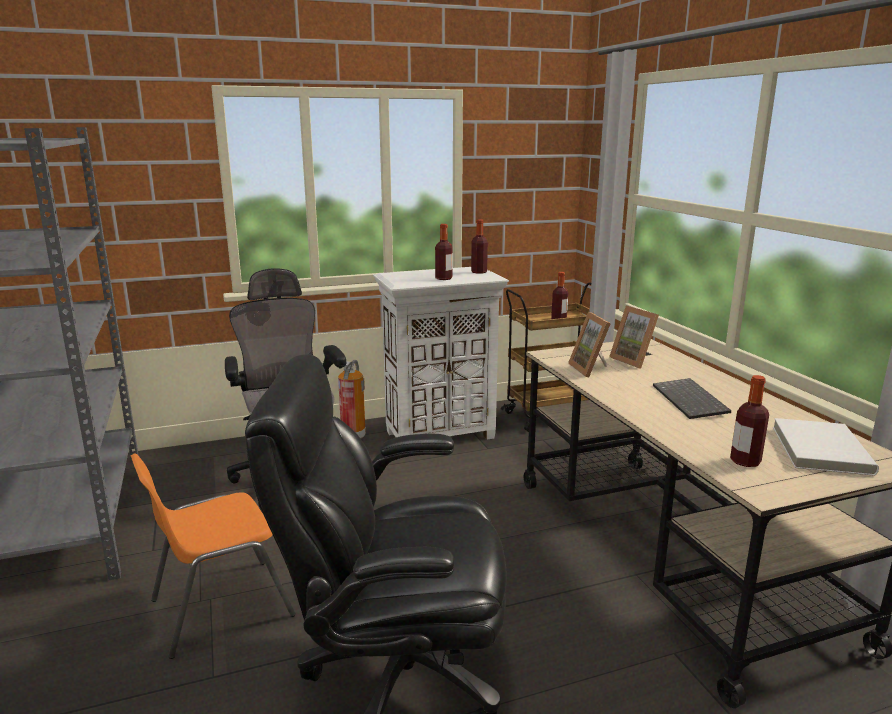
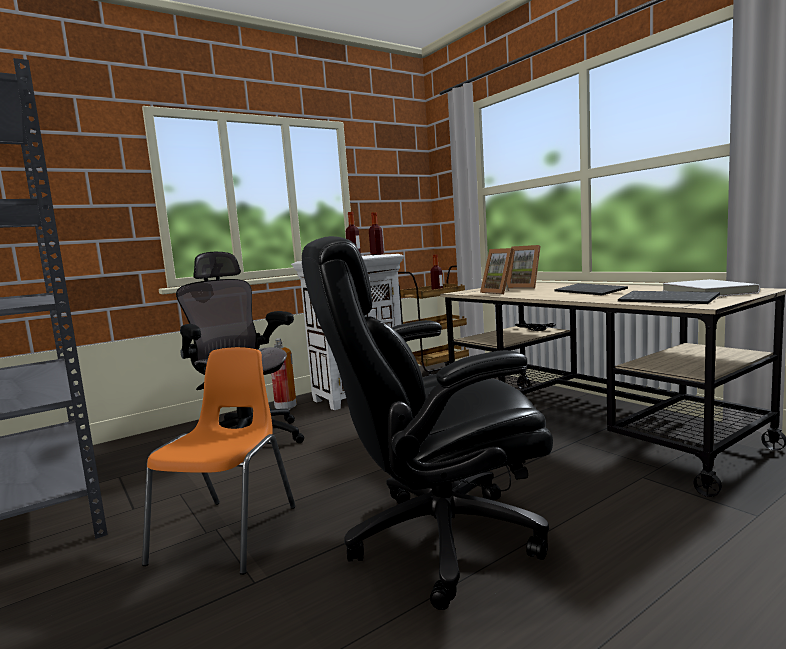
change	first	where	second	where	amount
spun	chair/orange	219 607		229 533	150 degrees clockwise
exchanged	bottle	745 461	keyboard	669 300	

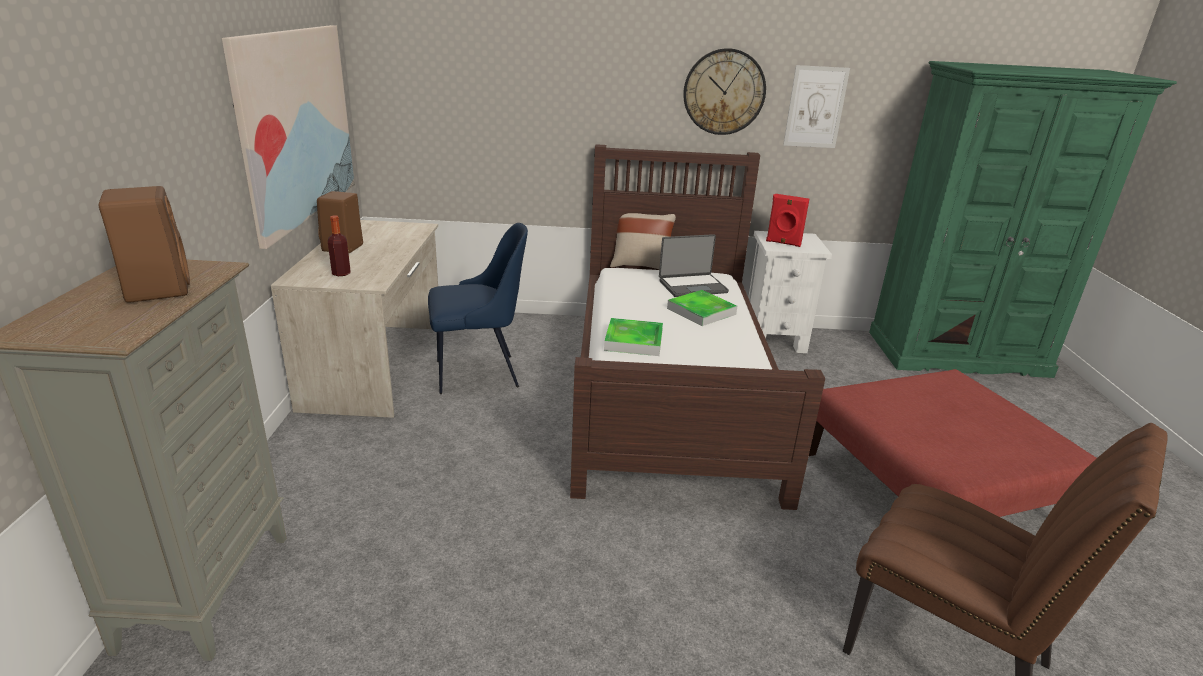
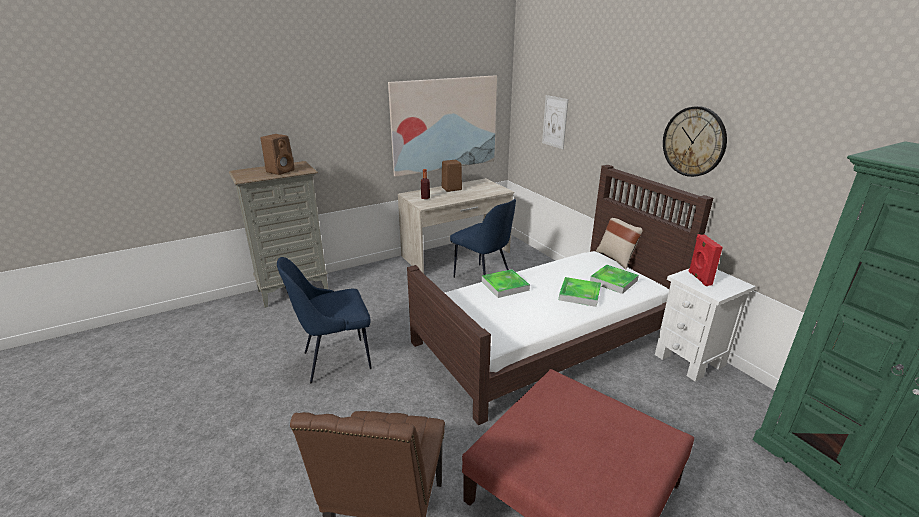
change	first	where	second	where	amount
exchanged	laptop	692 286	tray	613 281	
relocated	picture	815 107		555 122	
appeared			chair/blue	336 361	

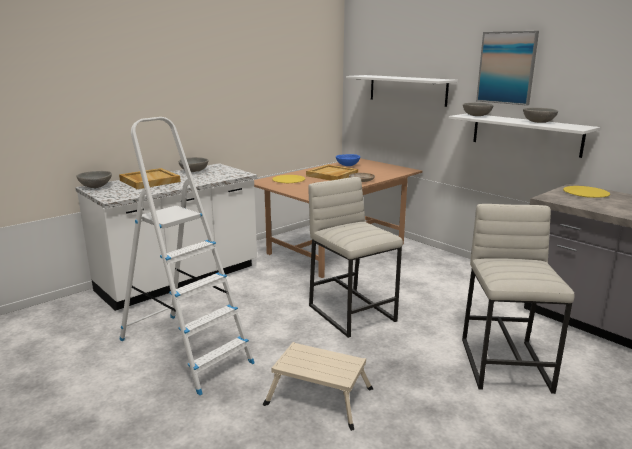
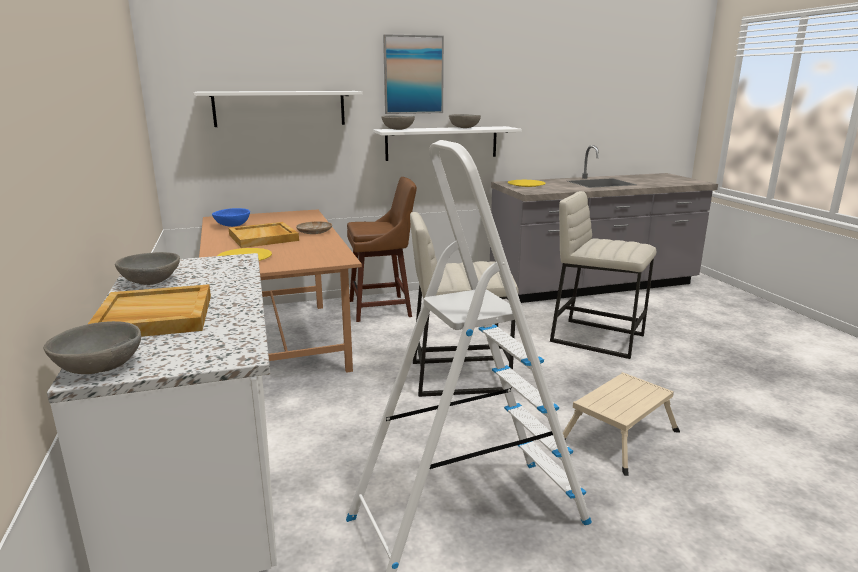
change	first	where	second	where	amount
appeared			chair/brown	384 308	

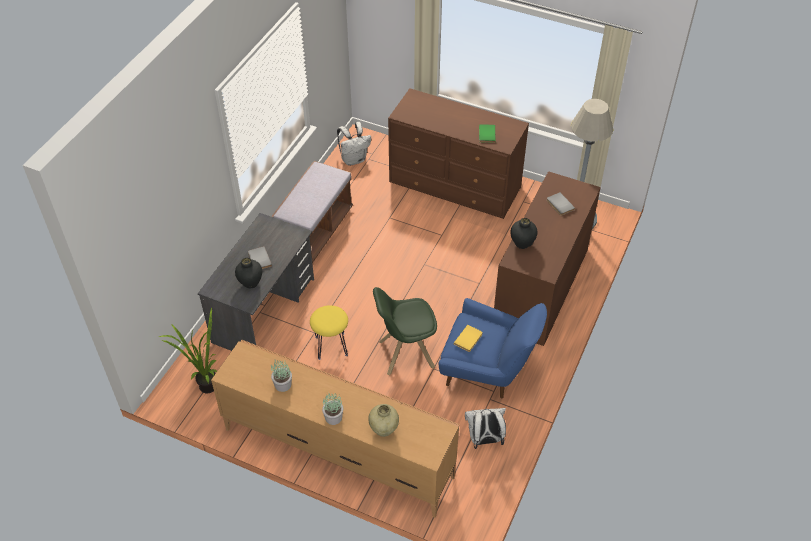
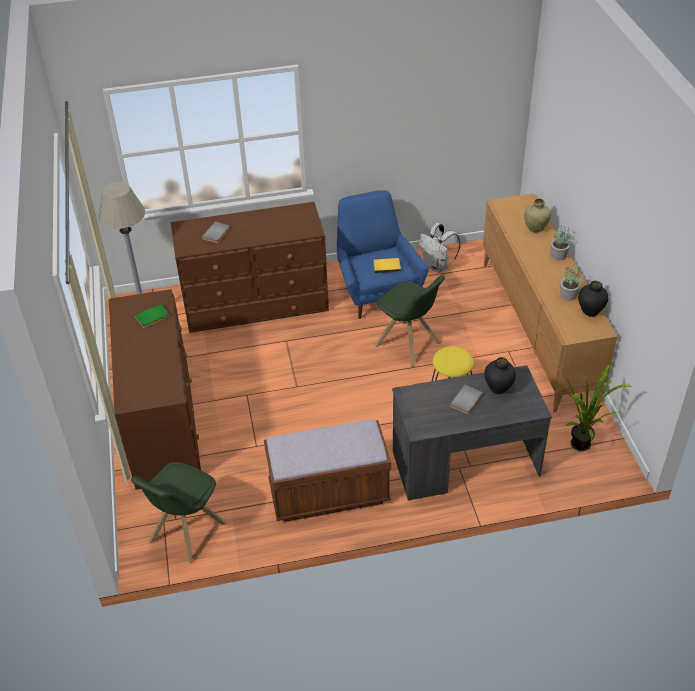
change	first	where	second	where	amount
exchanged	backpack/white	354 159	chair/green	186 532	
relocated	vase/black	522 244		590 311	

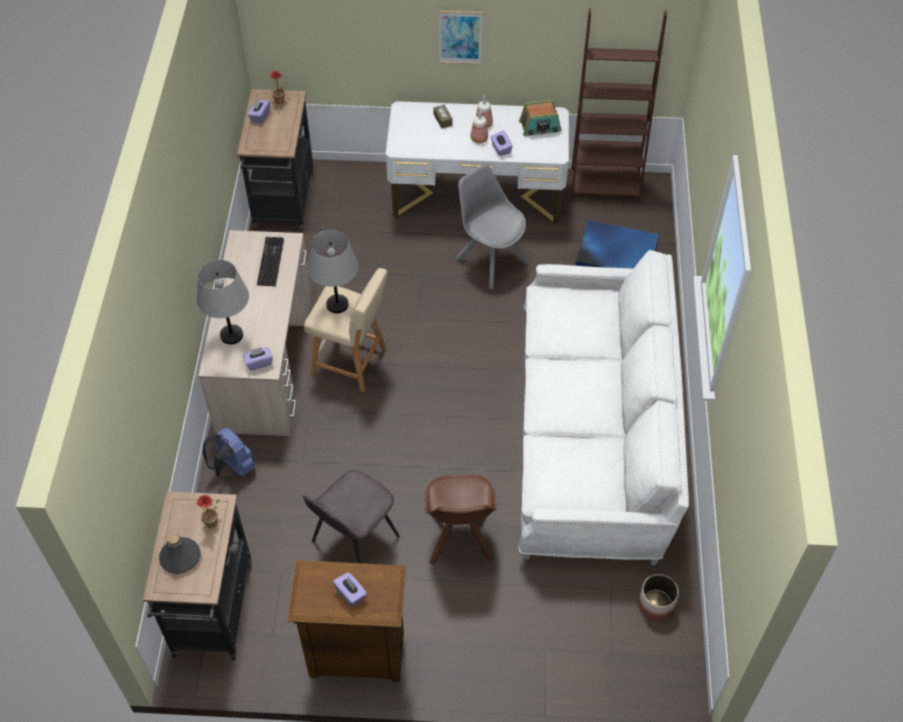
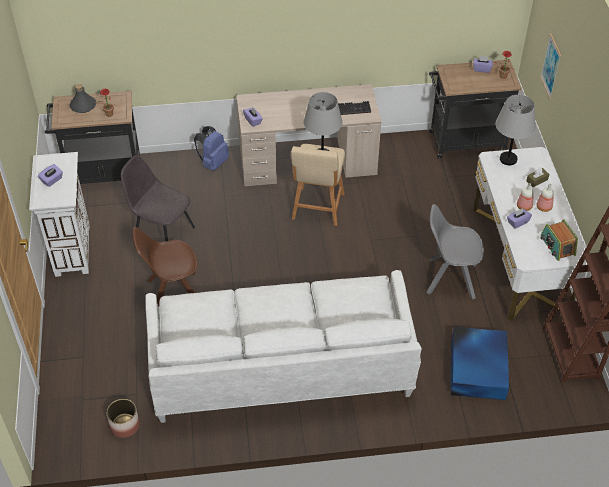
change	first	where	second	where	amount
relocated	table lamp/grey	232 335		508 159	
colour	cabinet/brown	355 658	cabinet/white	72 251	
relocated	picture	460 37		551 66	
spun	chair/grey	490 259		449 278	120 degrees counterclockwise

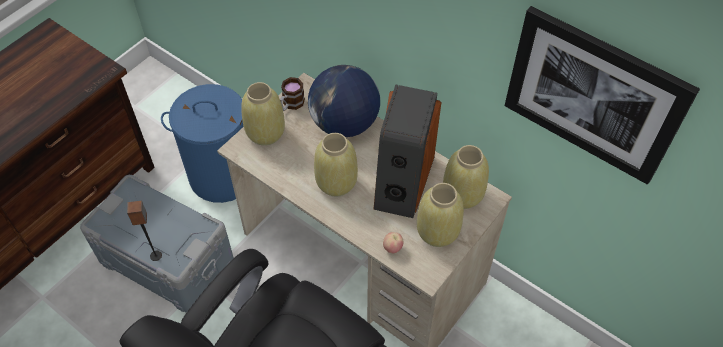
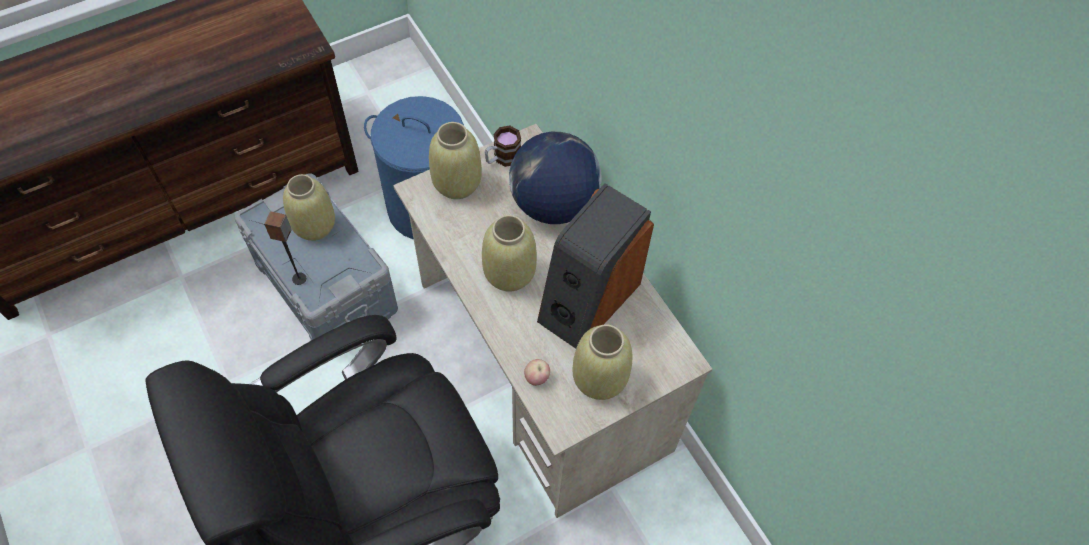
change	first	where	second	where	amount
relocated	vase/beige	463 195		315 226	
missing	picture	593 95			

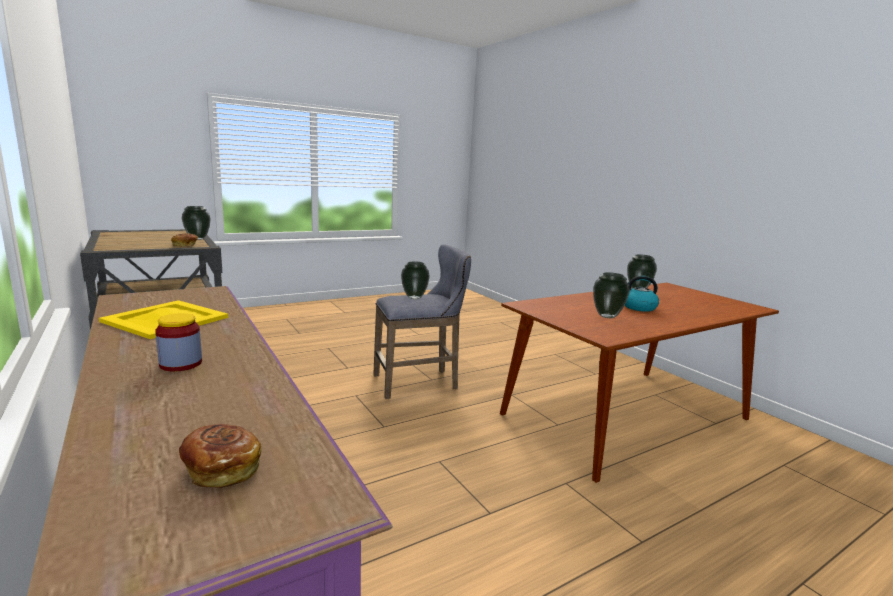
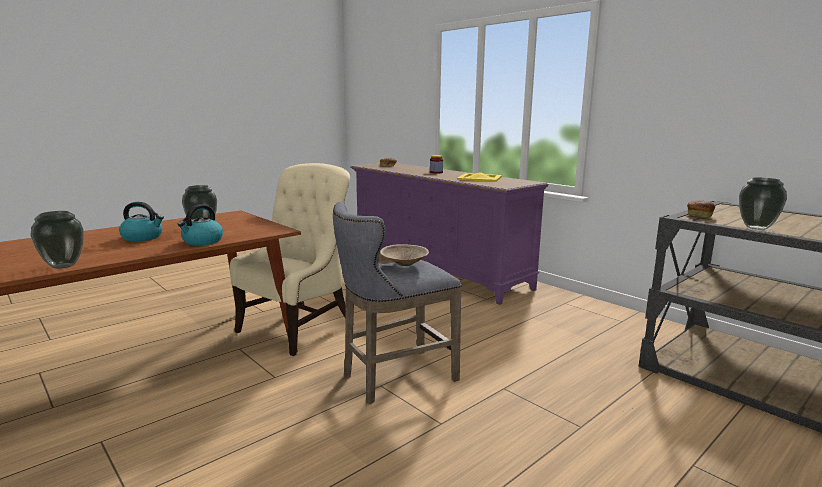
change	first	where	second	where	amount
exchanged	vase	414 297	bowl/beige	404 265	
appeared			kettle	202 241	
appeared			chair/beige	298 327	

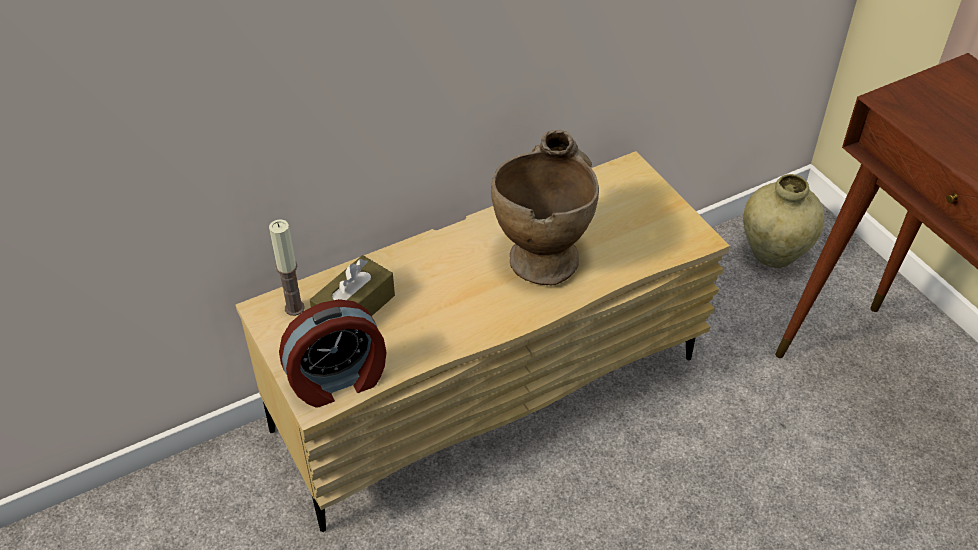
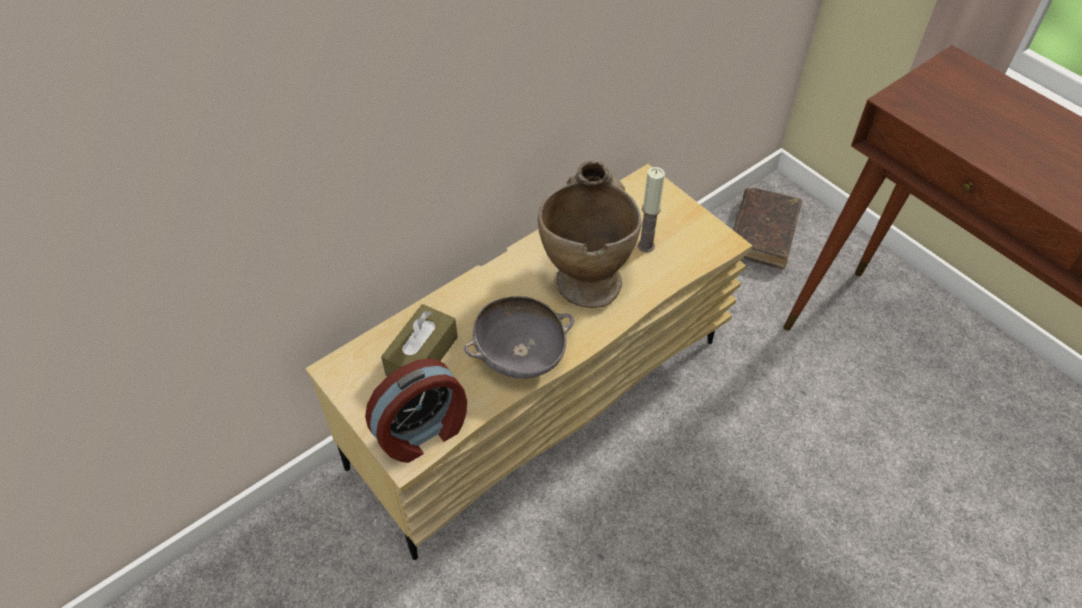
change	first	where	second	where	amount
relocated	candle	294 308		646 245	
exchanged	vase/beige	773 254	book/brown	762 234	
appeared			bowl/grey	520 355	

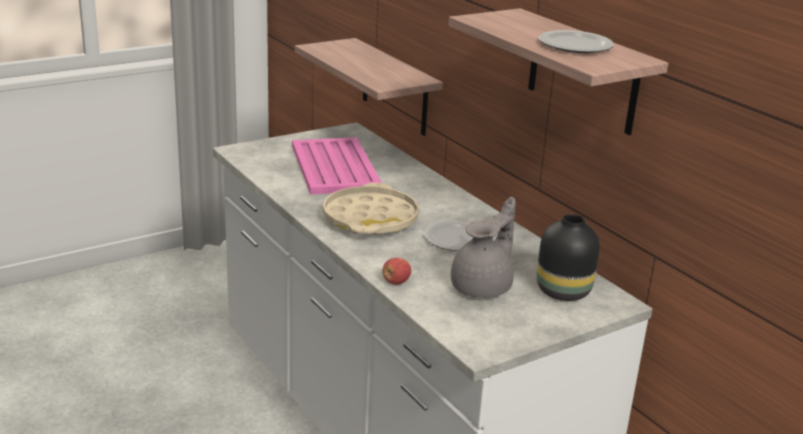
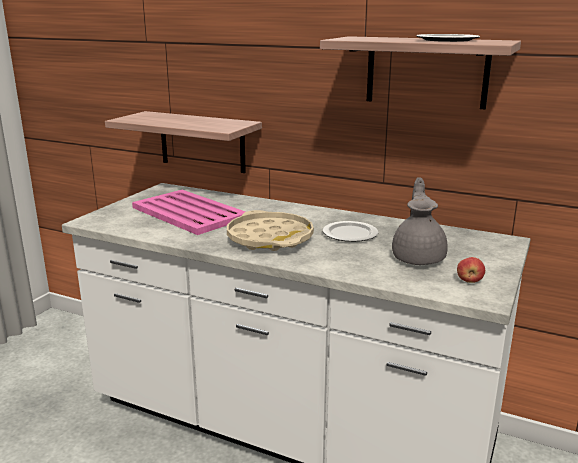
change	first	where	second	where	amount
relocated	apple	396 282		469 281	
missing	vase/black	564 291			

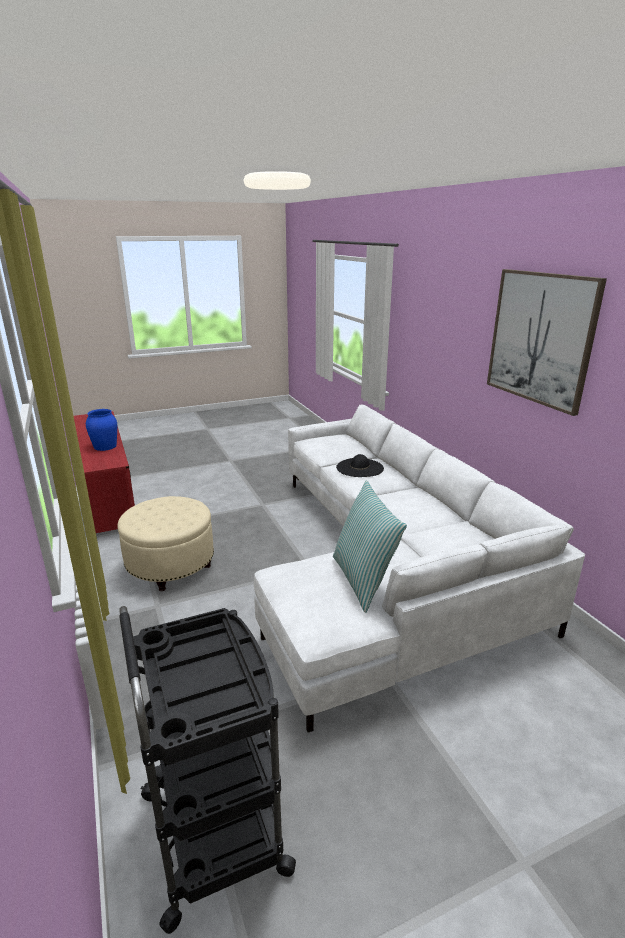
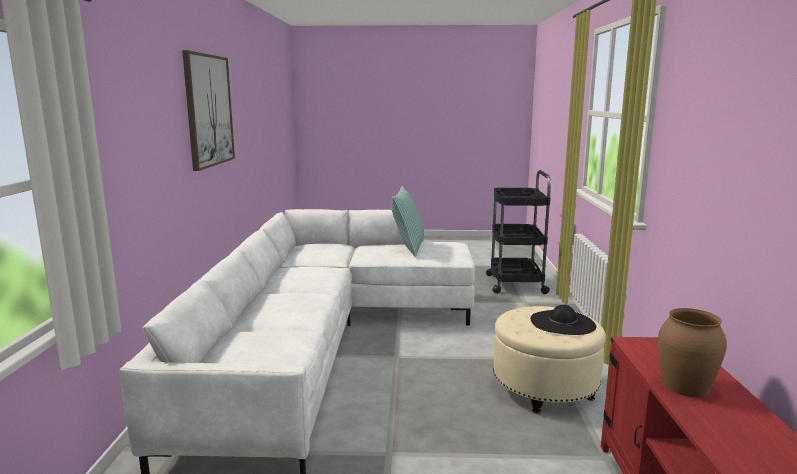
change	first	where	second	where	amount
colour	vase/blue	105 446	vase/brown	685 385	
relocated	hat/black	360 468		562 322	

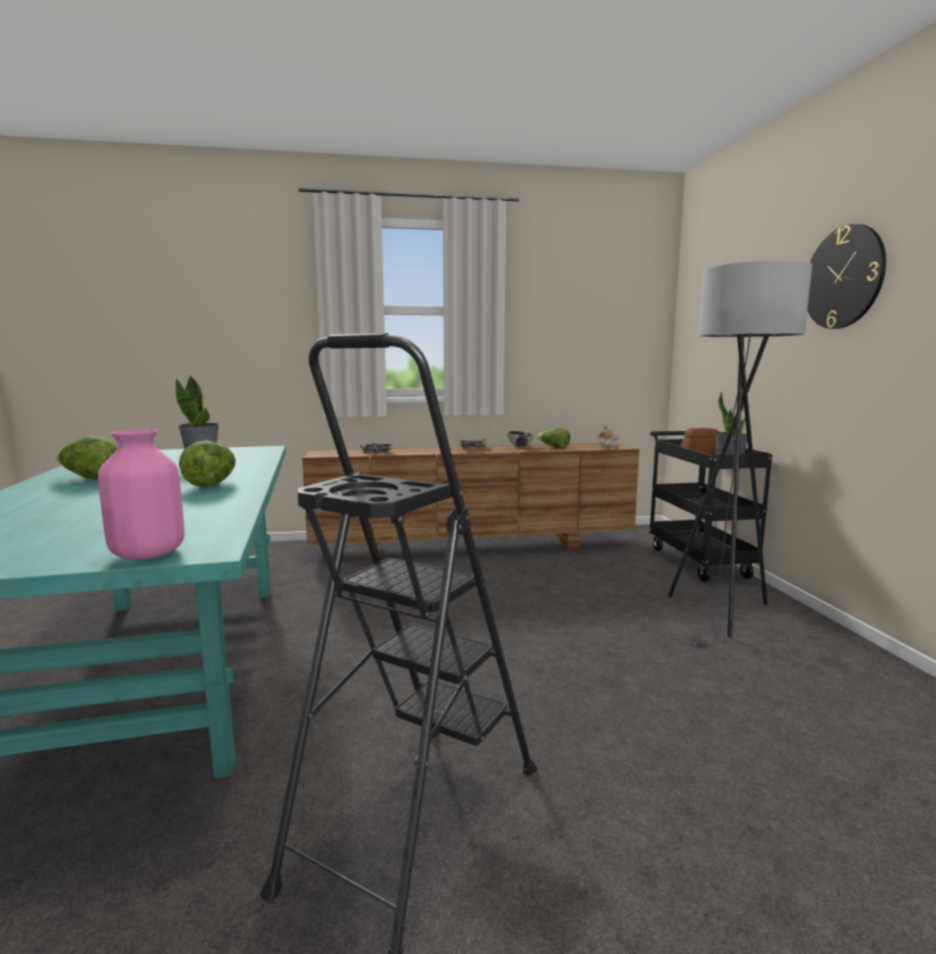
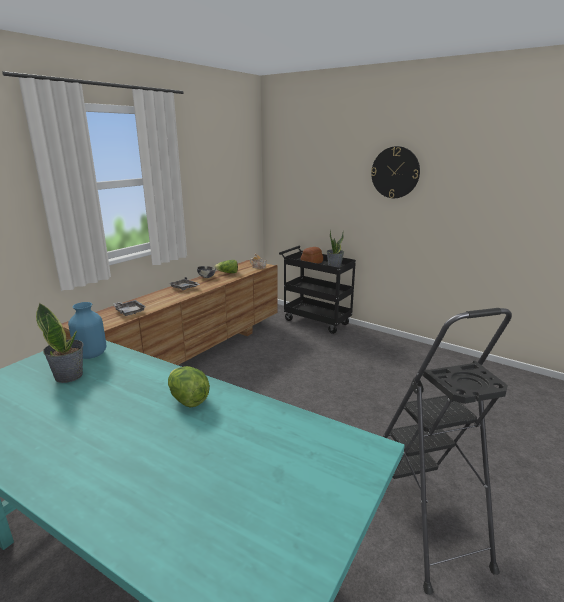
change	first	where	second	where	amount
missing	lettuce	90 478			
missing	vase/pink	147 554			
missing	floor lamp/grey	723 615			
appeared			vase/blue	91 354	

